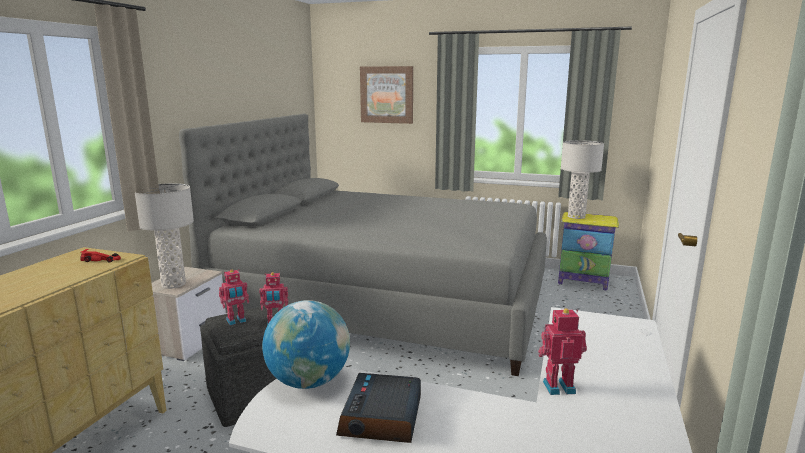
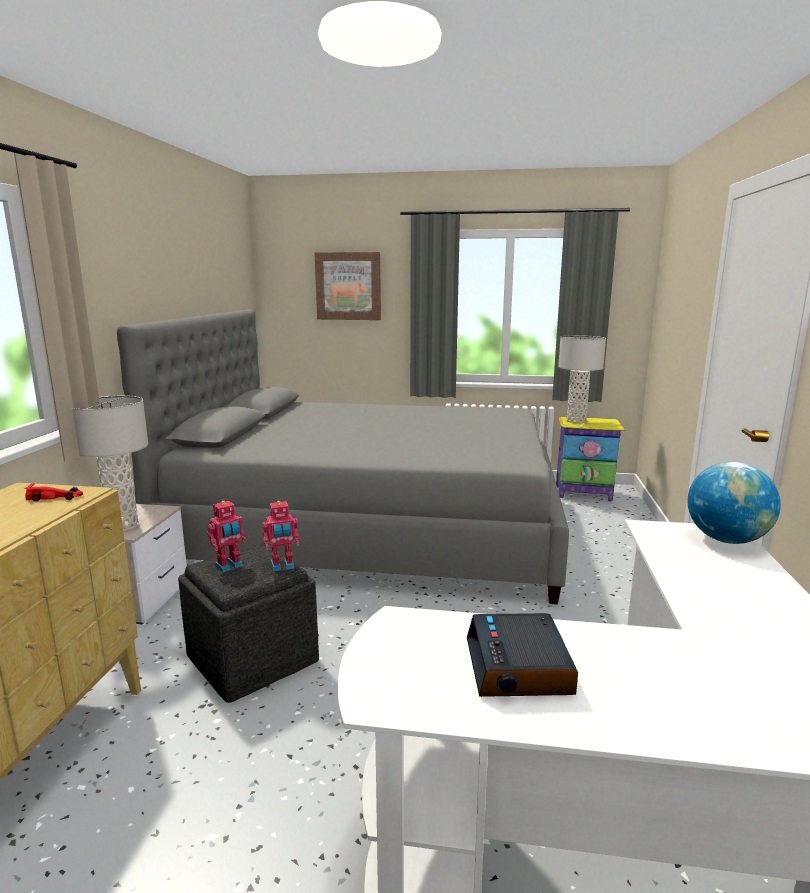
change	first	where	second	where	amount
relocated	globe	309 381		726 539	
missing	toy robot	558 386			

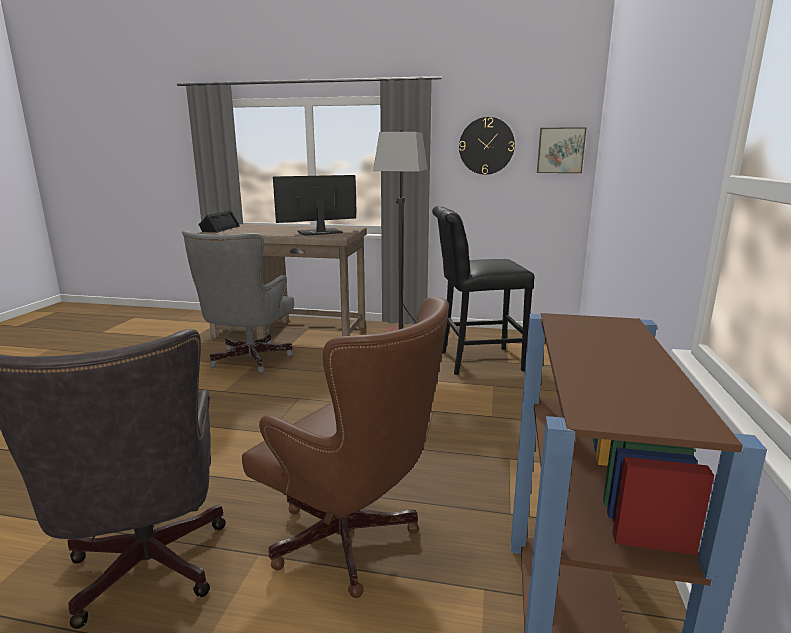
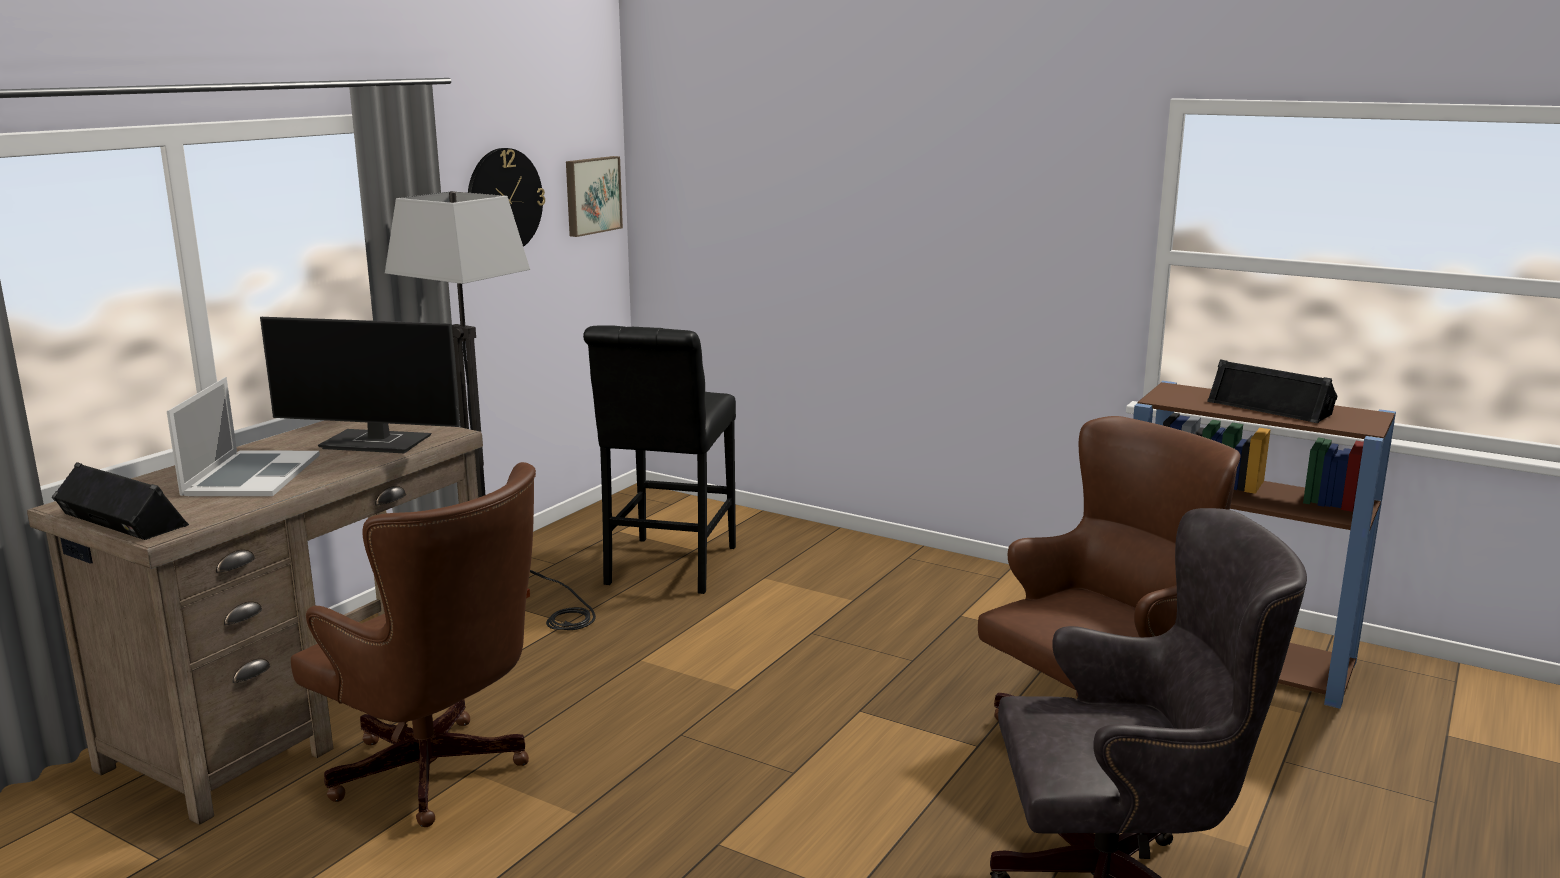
change	first	where	second	where	amount
colour	office chair/grey	249 361	office chair/brown	437 775	
spun	monitor	319 233		378 443	75 degrees counterclockwise
appeared			laptop	251 474	
appeared			speaker/black	1270 407	

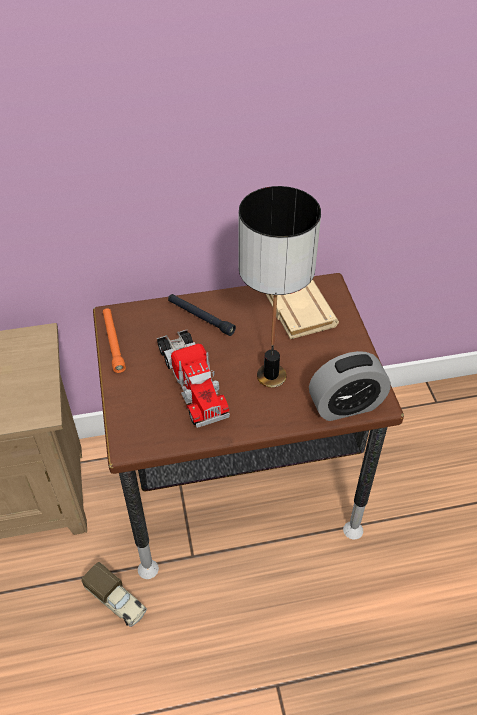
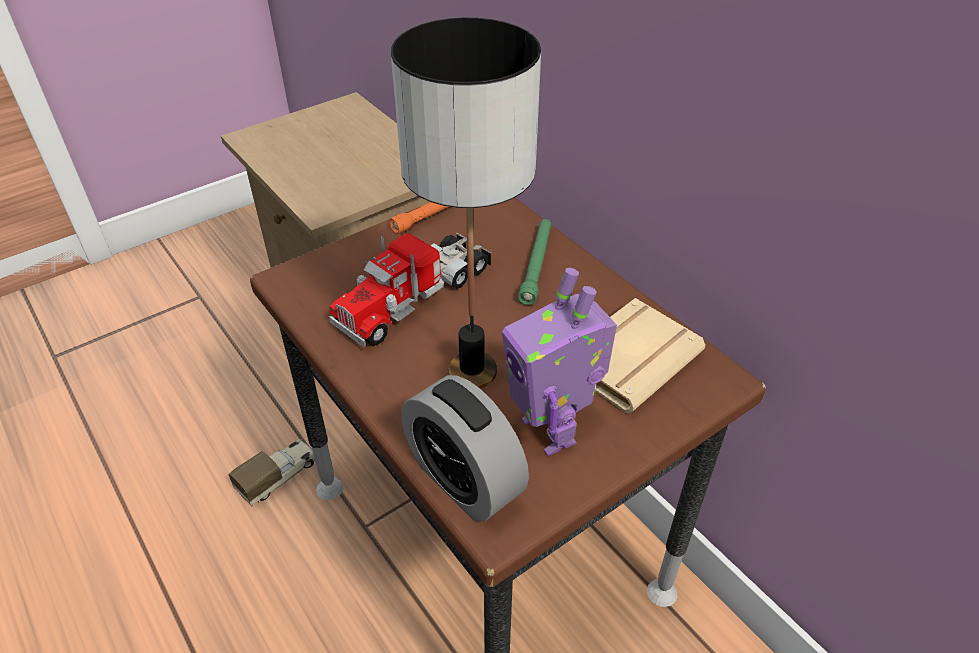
change	first	where	second	where	amount
spun	toy truck	117 601		279 477	150 degrees counterclockwise
colour	flashlight/black	200 317	flashlight/green	536 266	
appeared			toy robot	552 430	

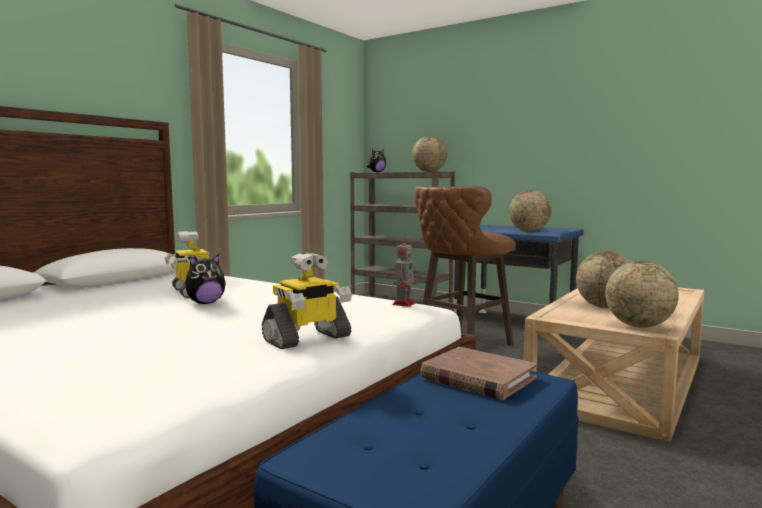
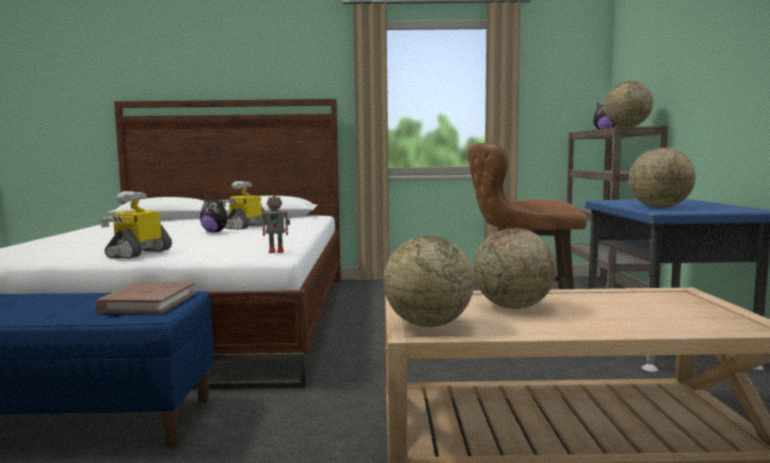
change	first	where	second	where	amount
spun	toy robot	307 339		139 253	90 degrees clockwise

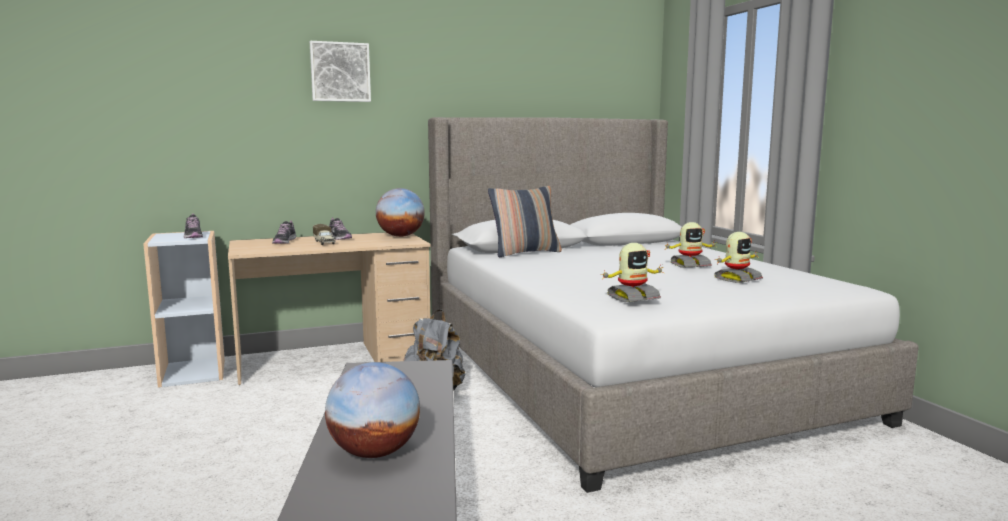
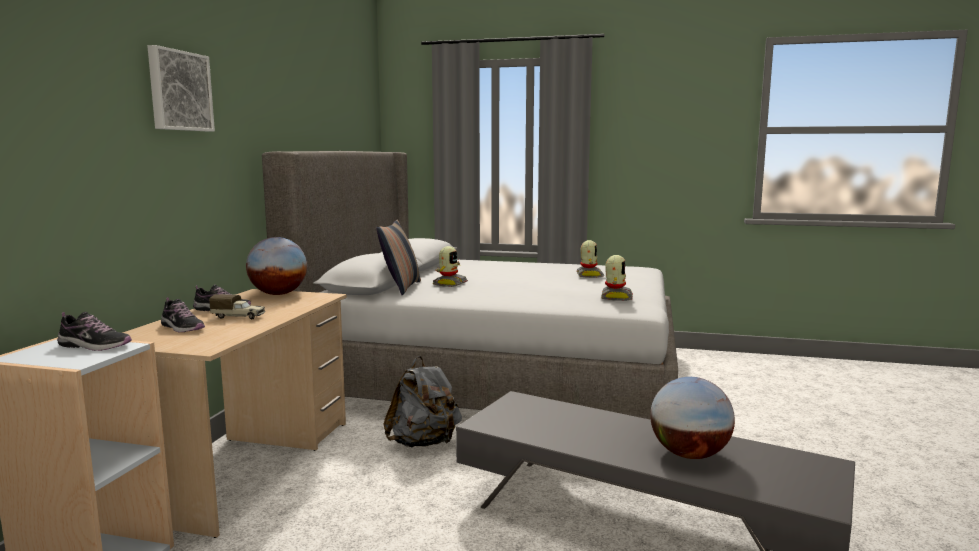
change	first	where	second	where	amount
relocated	toy robot	689 265		449 284	

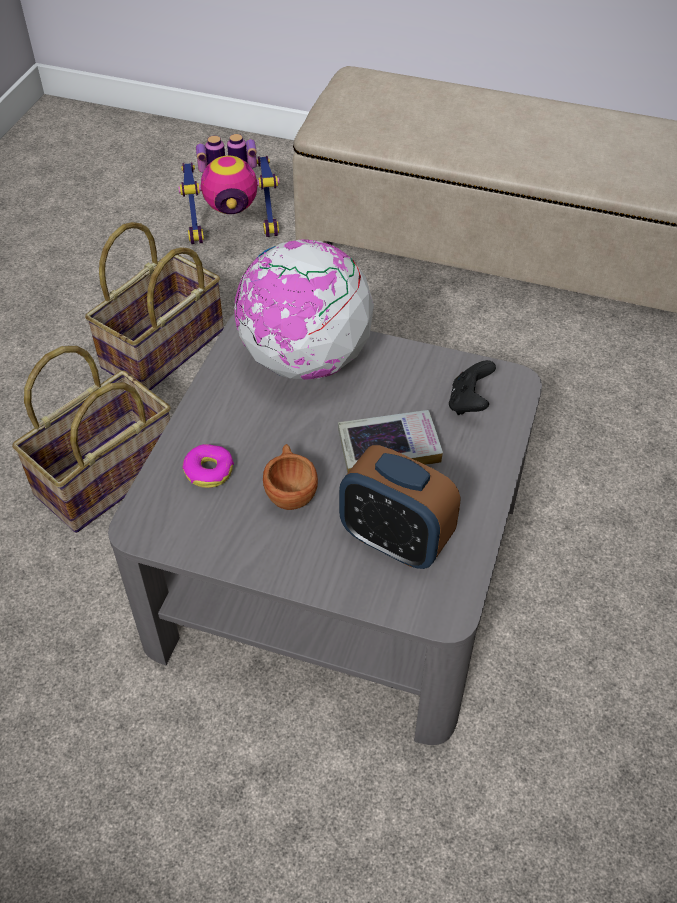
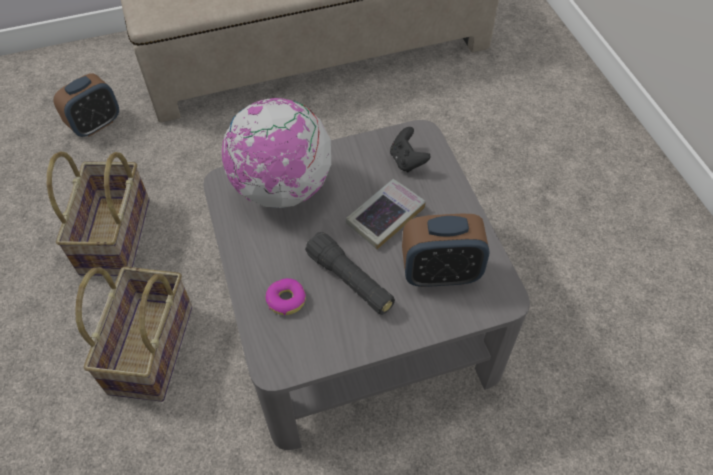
change	first	where	second	where	amount
exchanged	toy robot	233 230	alarm clock	96 124	
exchanged	cup/brown	290 490	flashlight/black	350 281	

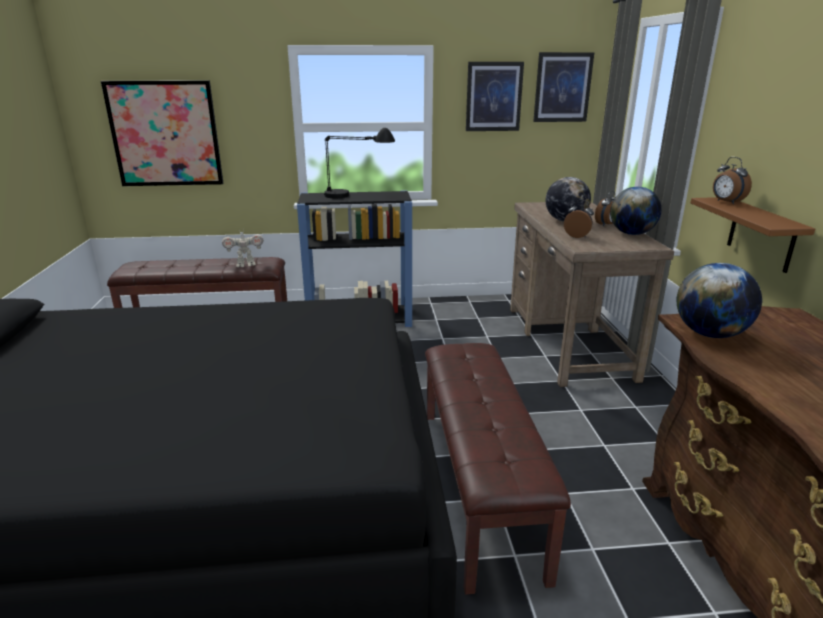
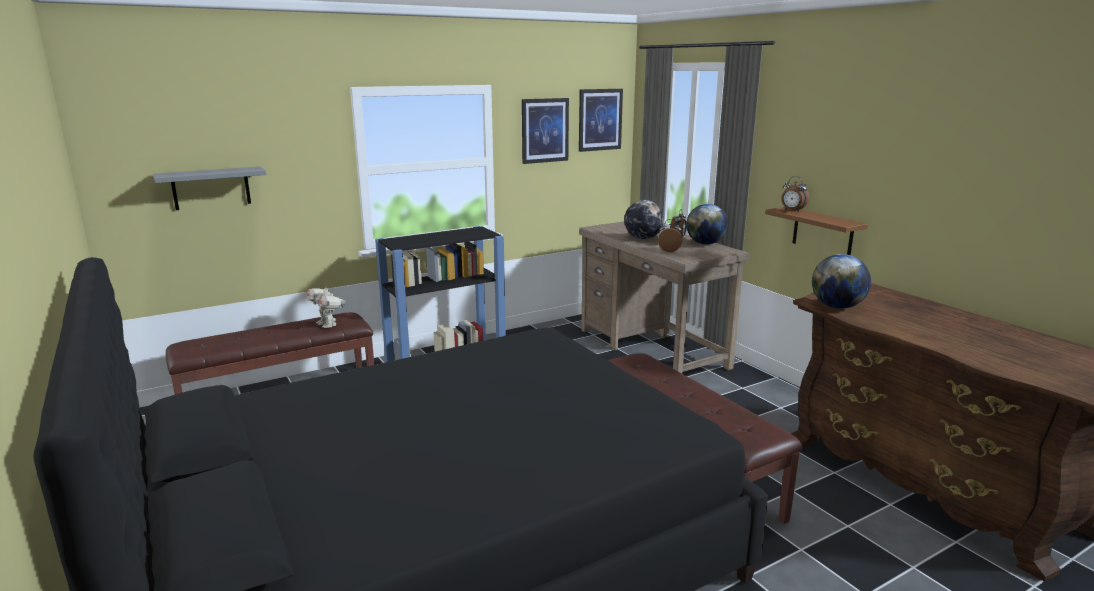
change	first	where	second	where	amount
exchanged	picture	165 134	shelf/grey	211 188	
spun	toy robot	245 265		328 324	90 degrees clockwise
missing	table lamp/black	357 197			

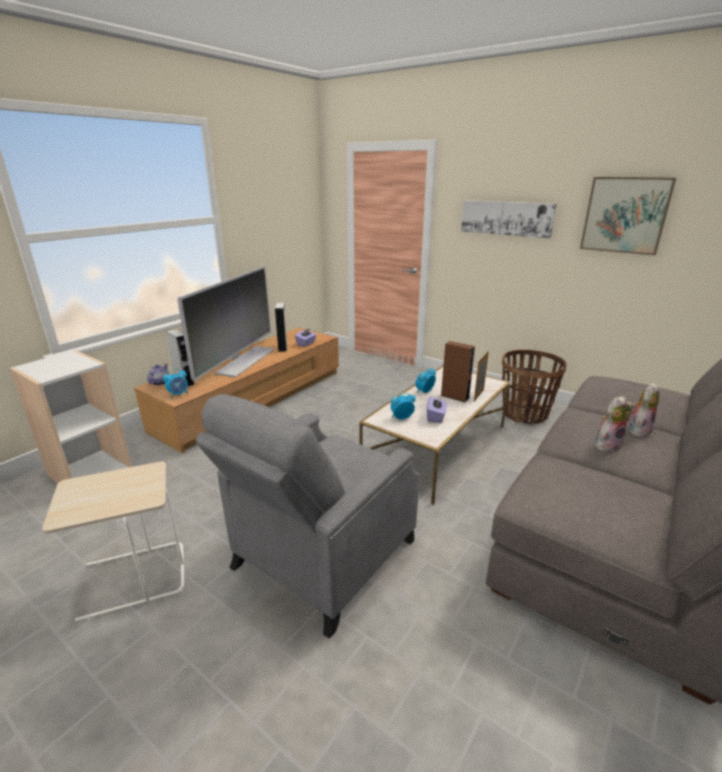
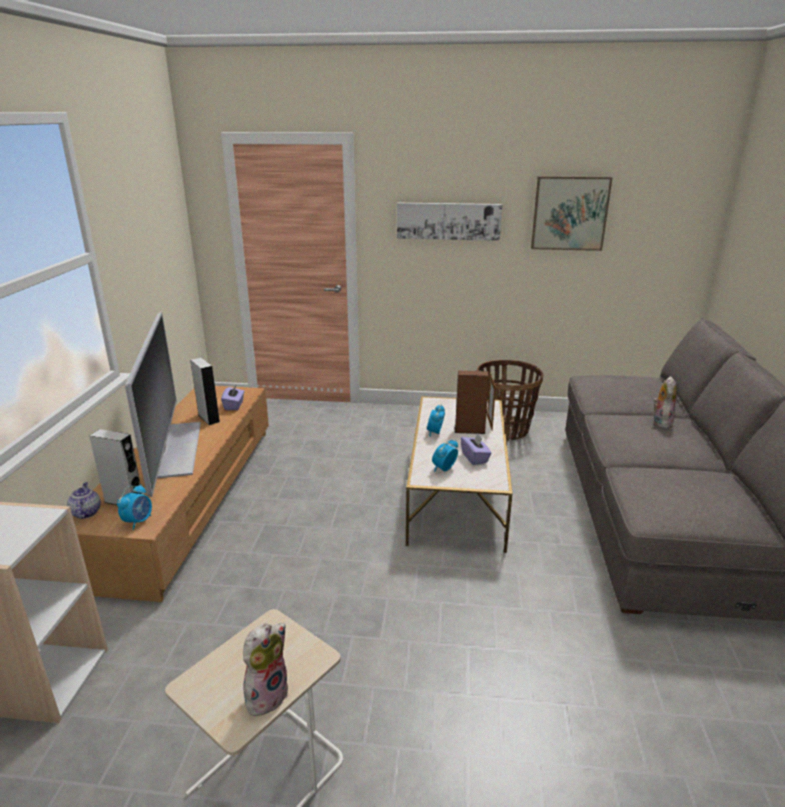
change	first	where	second	where	amount
missing	armchair/grey	320 557			
relocated	plush toy	607 445		266 694	

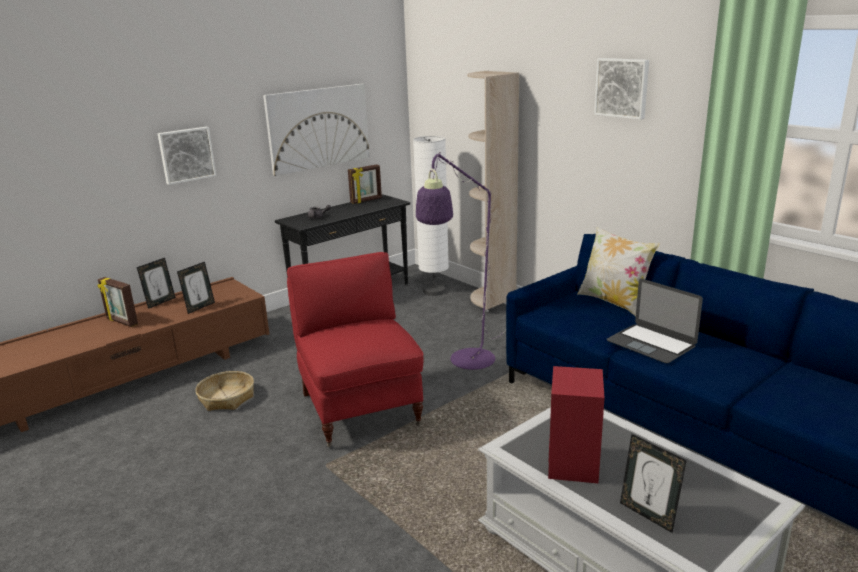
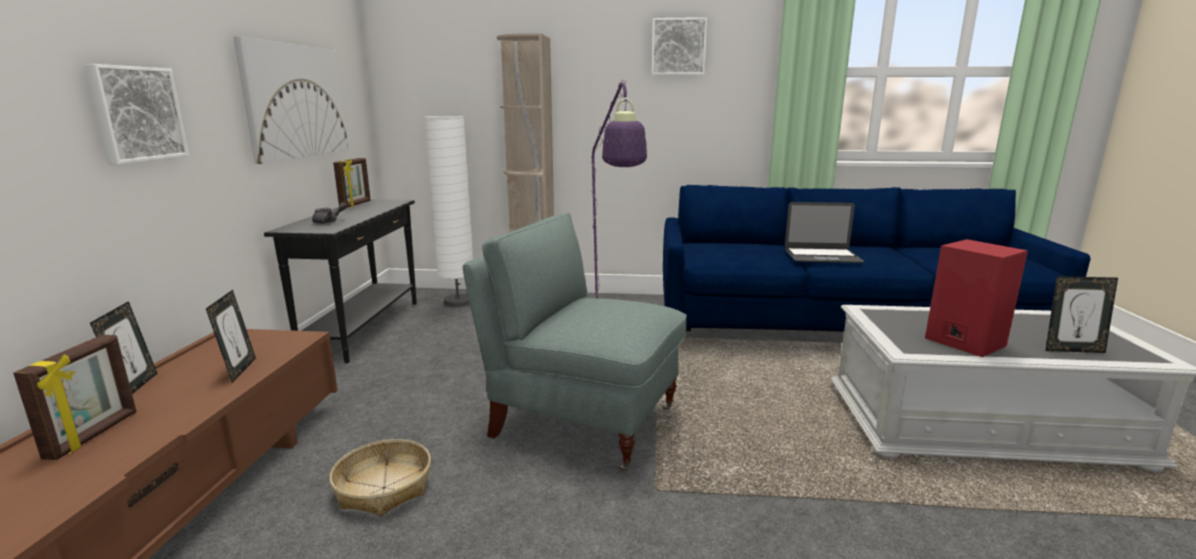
change	first	where	second	where	amount
spun	picture frame	121 322		94 435	75 degrees counterclockwise
colour	armchair/red	360 409	armchair/grey	582 421	
missing	pillow	614 302			

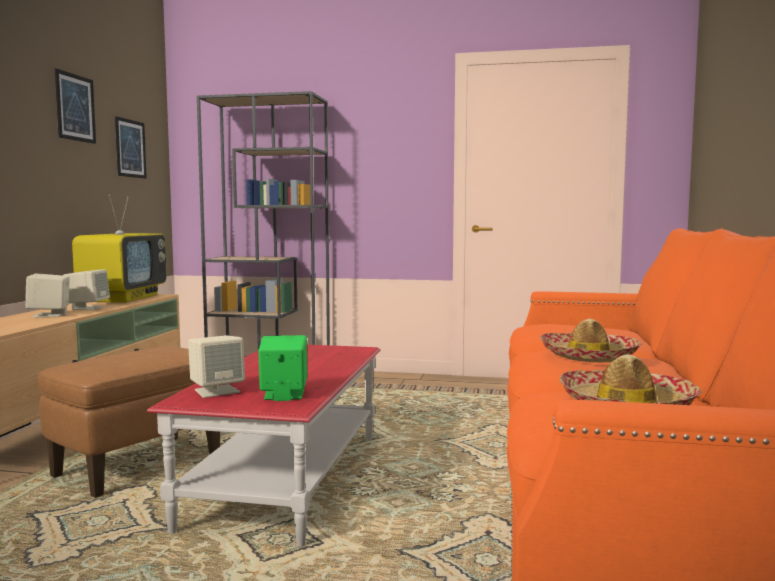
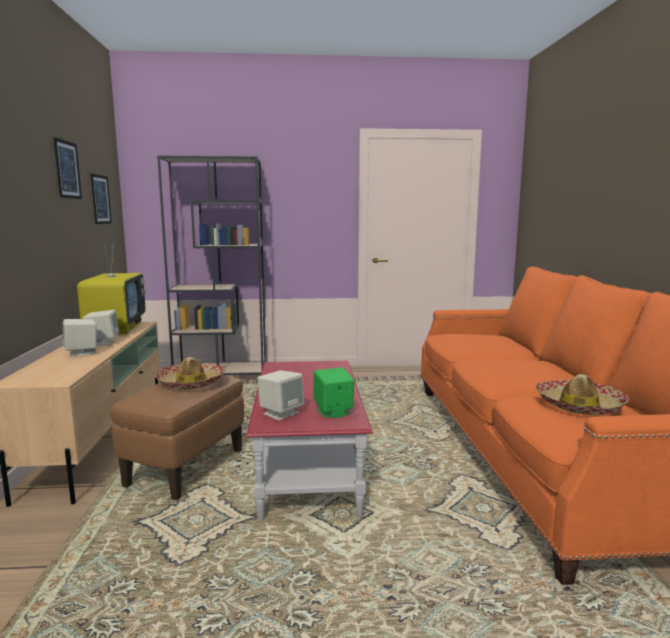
change	first	where	second	where	amount
relocated	hat	589 357		191 383	

